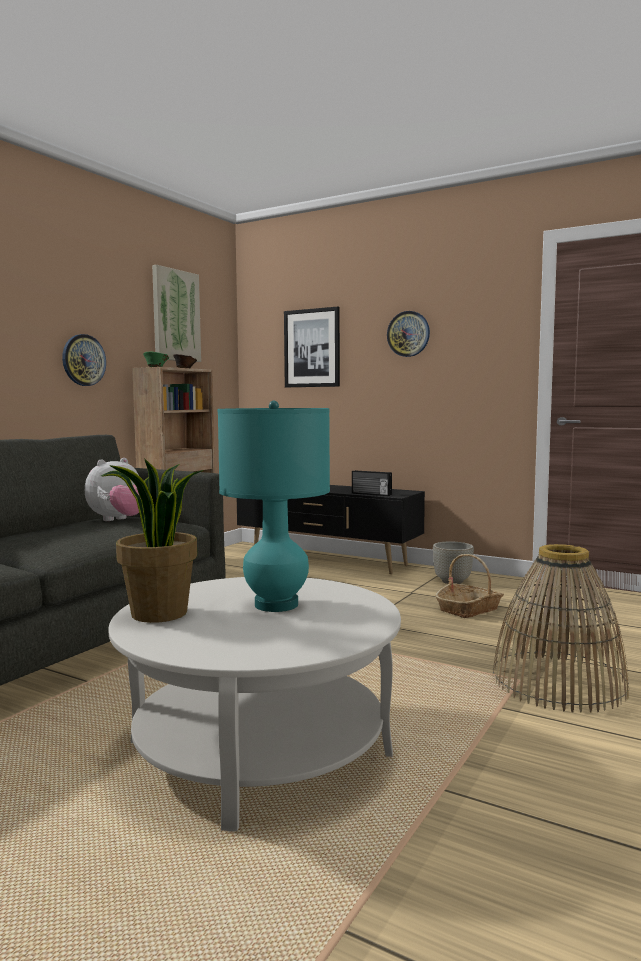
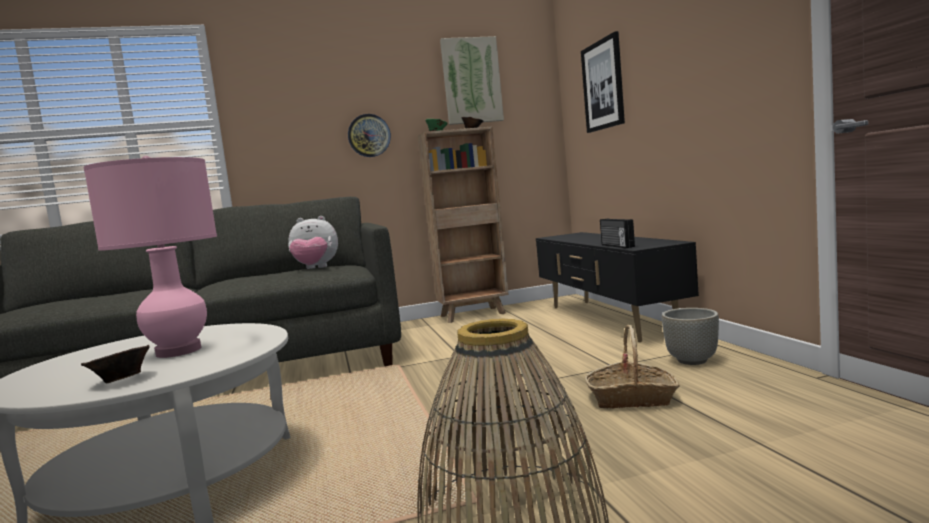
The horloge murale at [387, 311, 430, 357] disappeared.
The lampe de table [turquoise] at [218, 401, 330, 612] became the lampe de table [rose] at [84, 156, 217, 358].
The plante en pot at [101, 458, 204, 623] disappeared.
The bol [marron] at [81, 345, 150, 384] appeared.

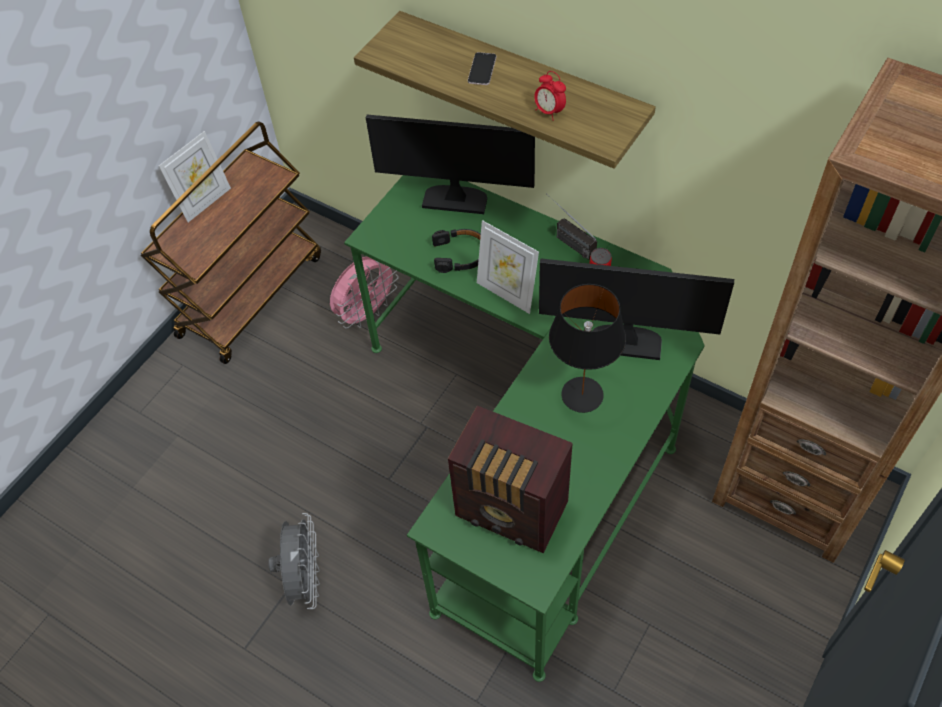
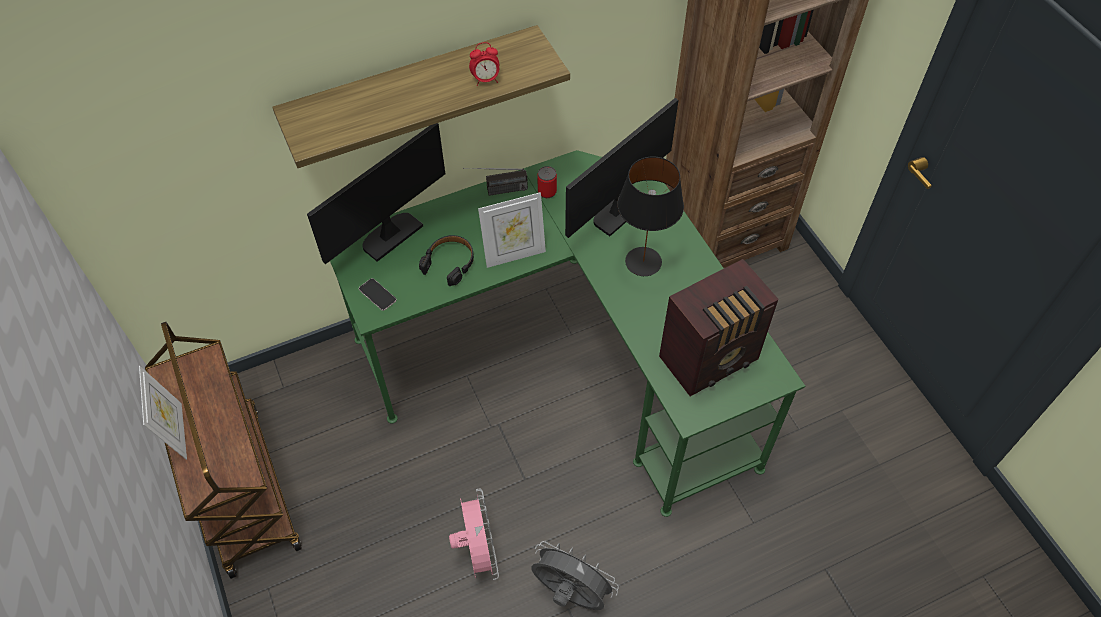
The téléphone moved from [468, 52, 496, 85] to [359, 278, 397, 311].
The ventilateur [rose] moved from [330, 256, 399, 329] to [449, 489, 499, 580].

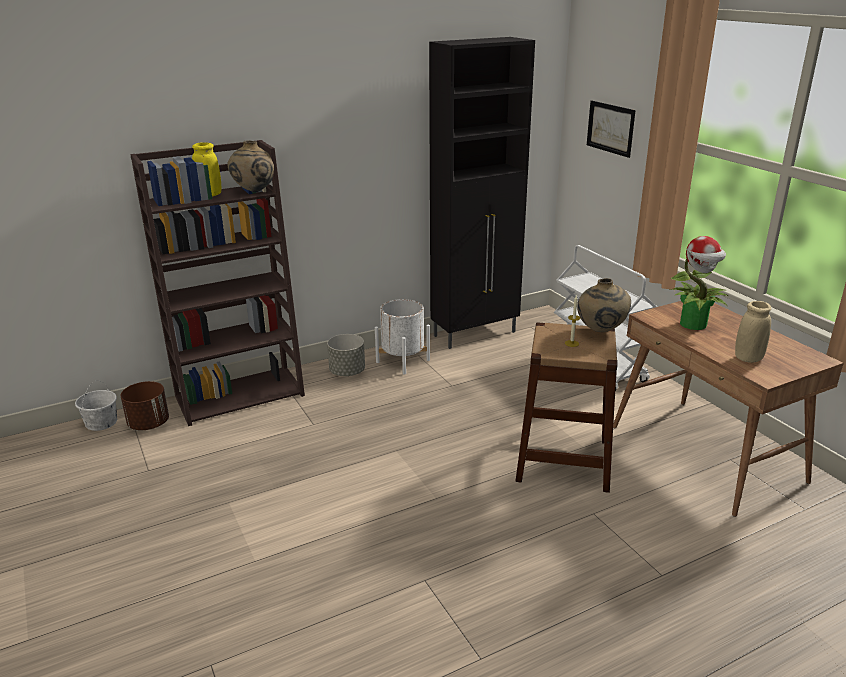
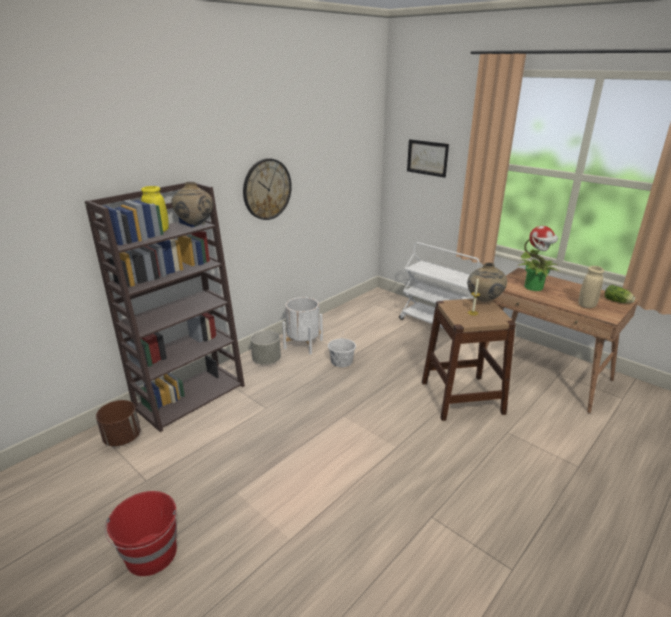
The meuble de rangement [noir] at [429, 37, 535, 349] disappeared.
The seau [blanc] moved from [75, 381, 117, 431] to [328, 332, 356, 367].
The horloge murale at [243, 158, 292, 220] appeared.
The laitue at [605, 285, 635, 303] appeared.
The seau [rouge] at [104, 491, 177, 576] appeared.

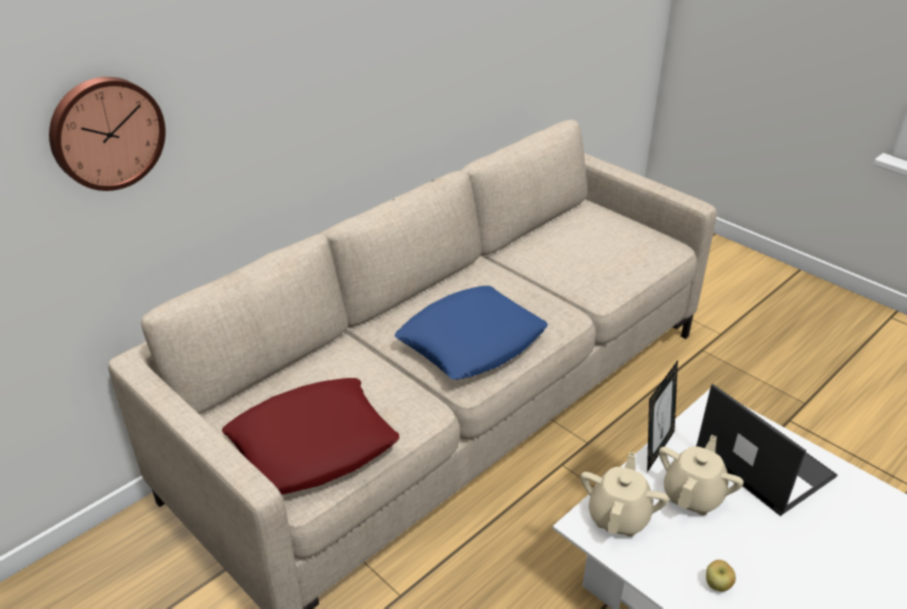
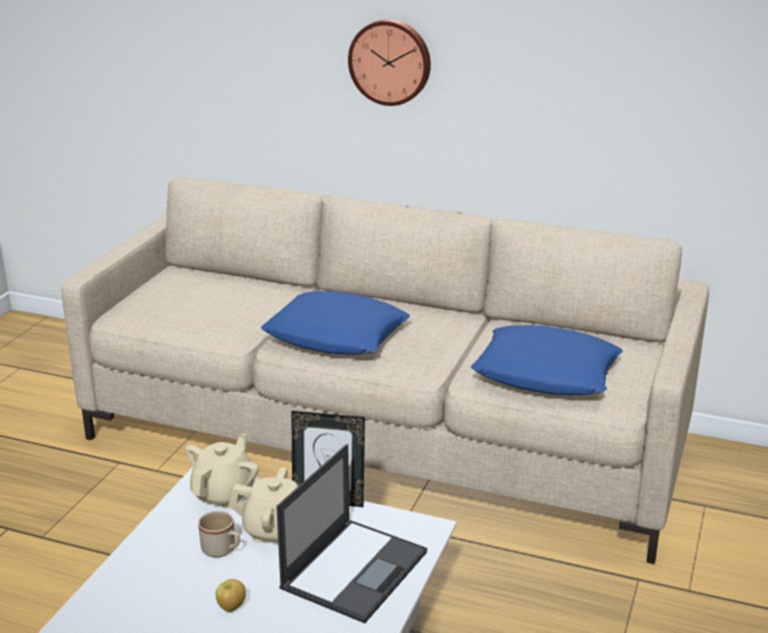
The horloge murale moved from [49, 77, 166, 191] to [348, 19, 431, 106].
The coussin [rouge] at [222, 378, 399, 495] disappeared.
The théière [beige] at [581, 452, 669, 537] turned 60 degrees counterclockwise.
The pomme moved from [706, 560, 736, 592] to [216, 579, 246, 612].
The coussin [bleu] at [471, 325, 623, 395] appeared.
The mug [beige] at [198, 511, 240, 558] appeared.

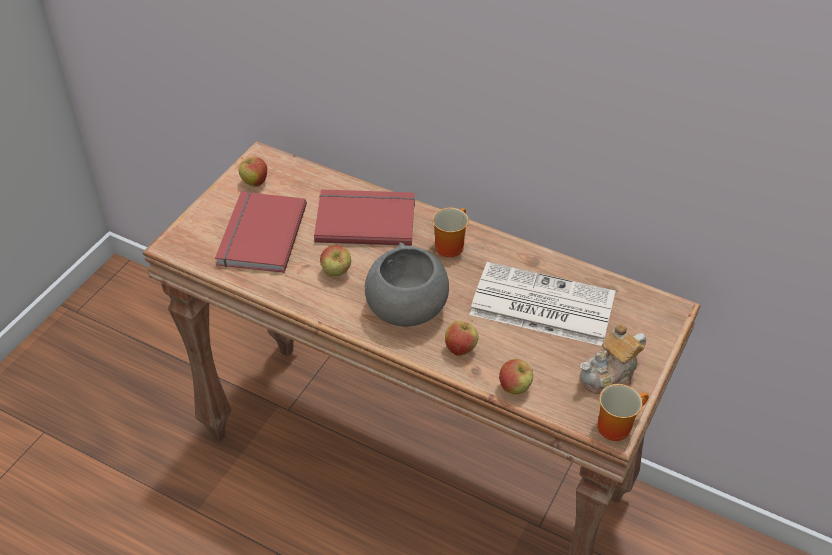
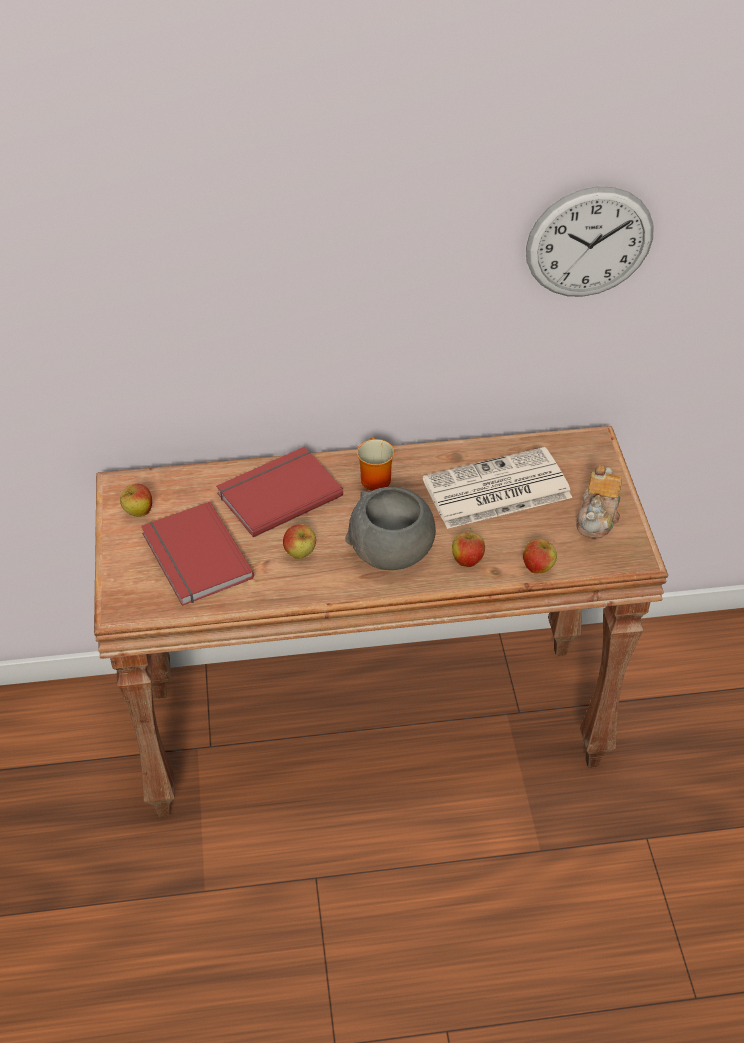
The mug at [597, 384, 649, 441] disappeared.
The horloge murale at [526, 186, 654, 297] appeared.

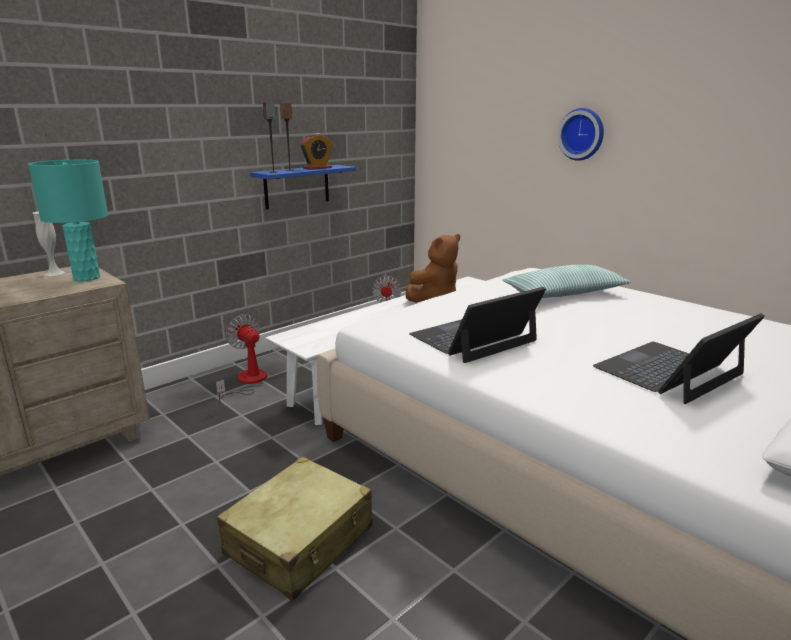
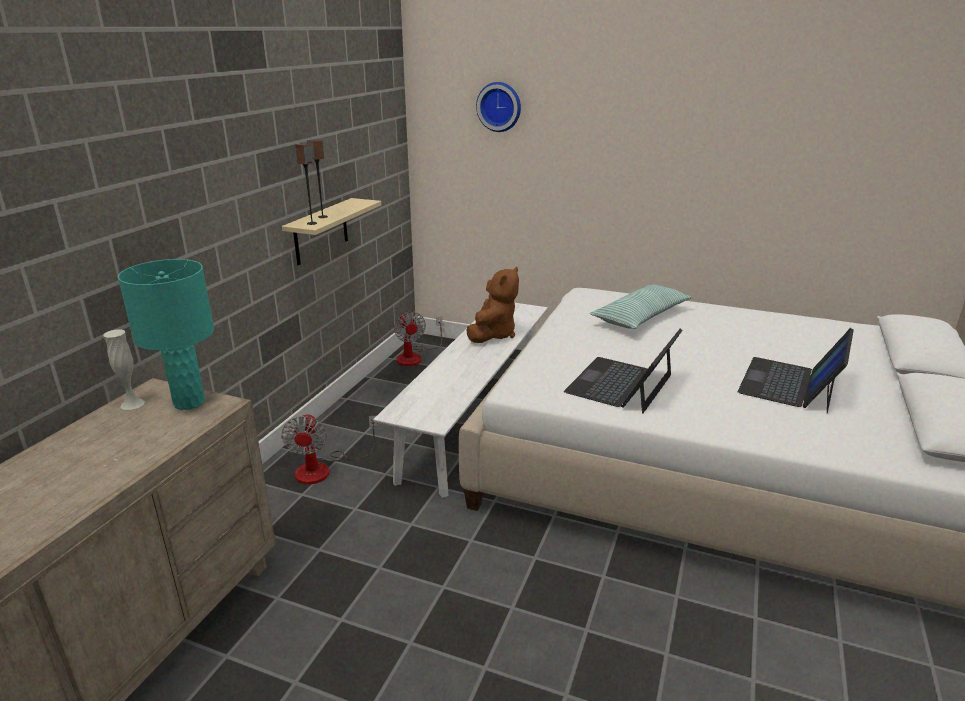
The horloge murale moved from [557, 108, 604, 161] to [476, 82, 521, 132].
The réveil at [300, 134, 333, 170] disappeared.
The étagère [bleu] at [250, 165, 356, 210] became the étagère [beige] at [282, 198, 381, 265].
The ventilateur at [216, 314, 267, 405] turned 120 degrees counterclockwise.
The valise [beige] at [217, 457, 373, 601] disappeared.

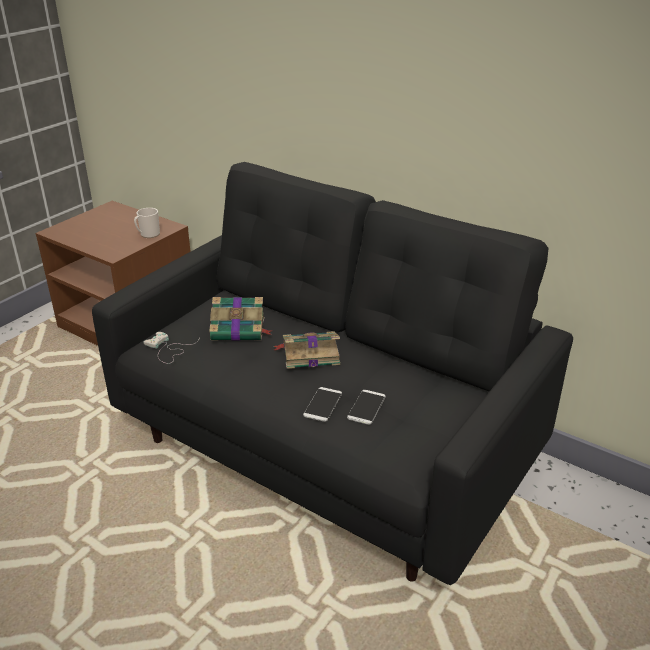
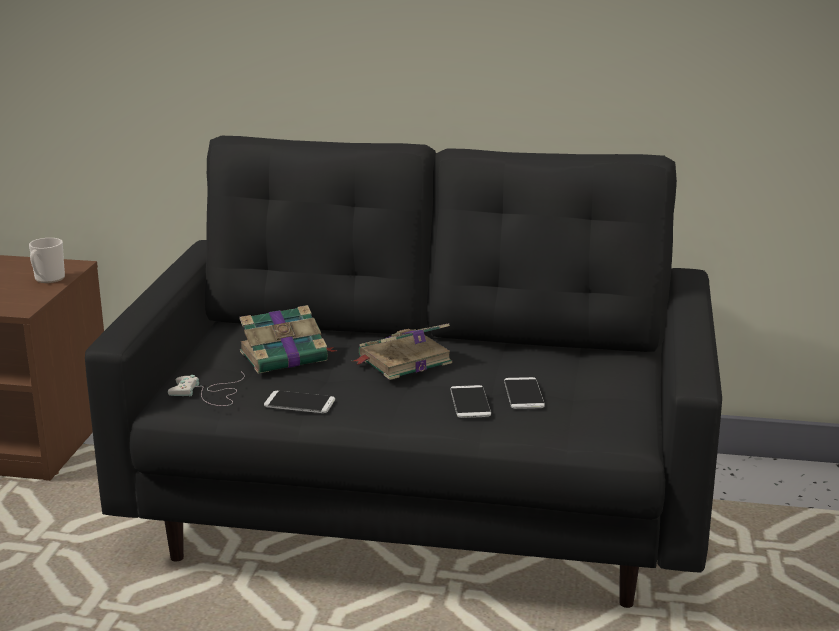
The téléphone at [264, 391, 335, 413] appeared.

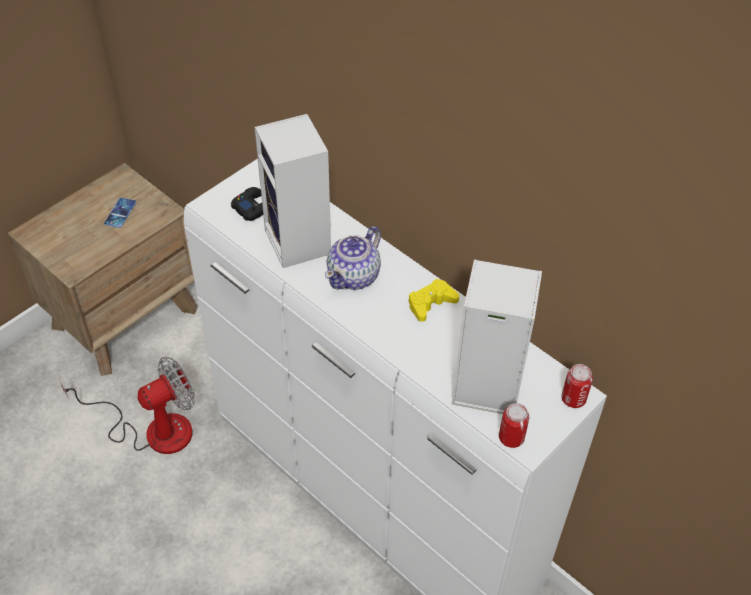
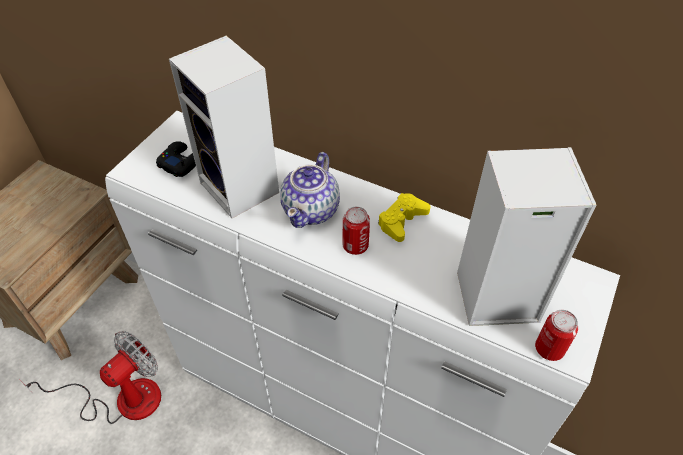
The téléphone at [104, 197, 136, 228] disappeared.
The boîte métallique moved from [561, 364, 593, 408] to [343, 207, 370, 255].

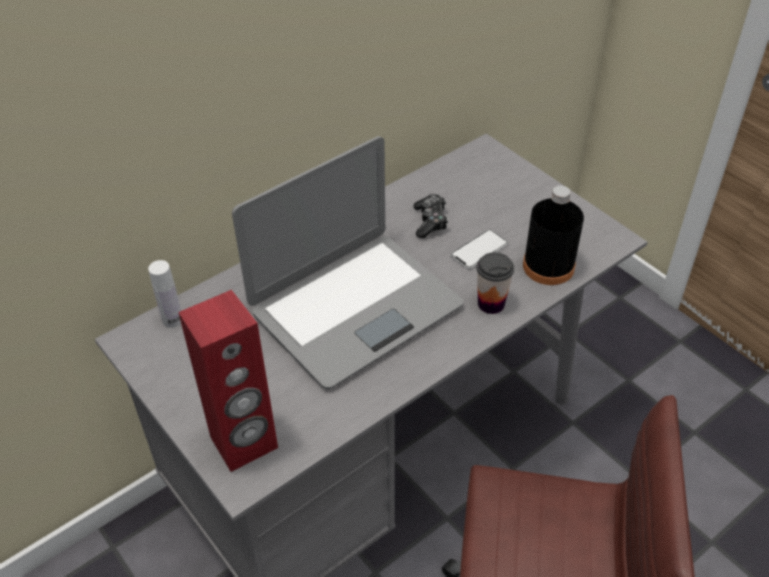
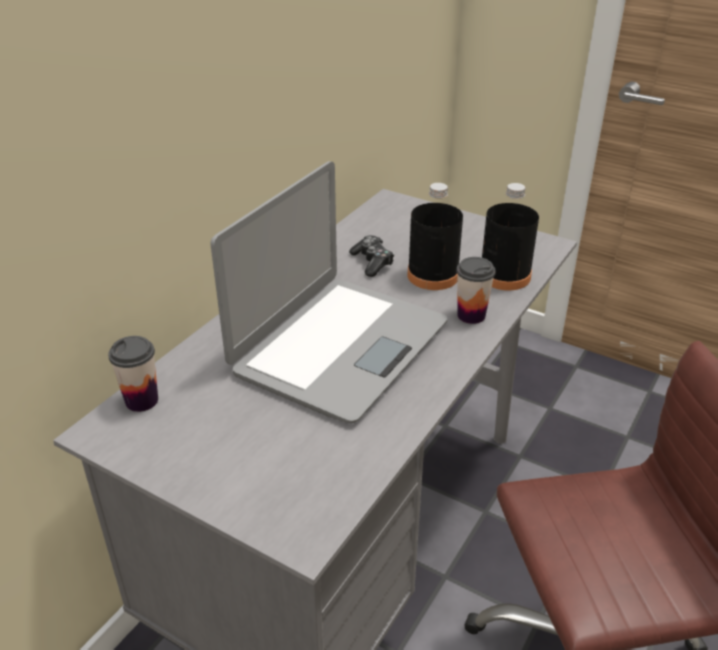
The téléphone at [450, 229, 508, 269] was replaced by the bouteille [noir] at [407, 183, 463, 290].
The bouteille [blanc] at [148, 260, 181, 328] was replaced by the tasse at [108, 336, 158, 412].
The enceinte [rouge] at [178, 290, 278, 472] disappeared.

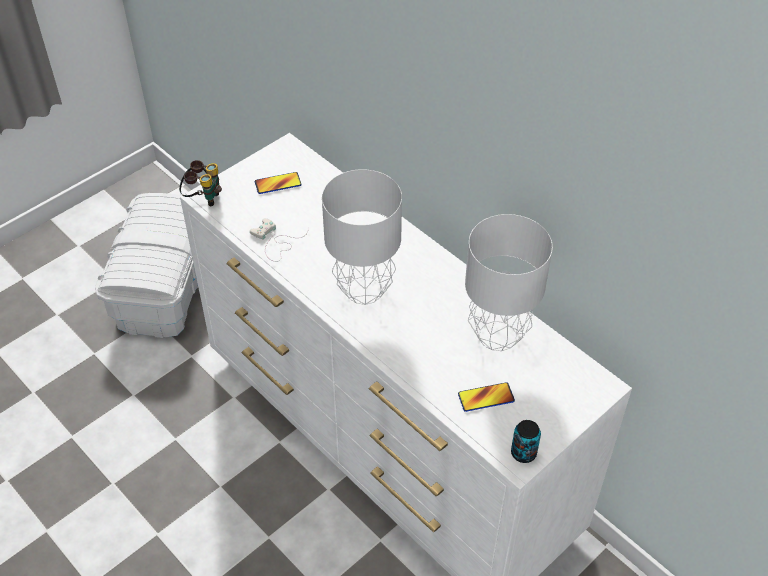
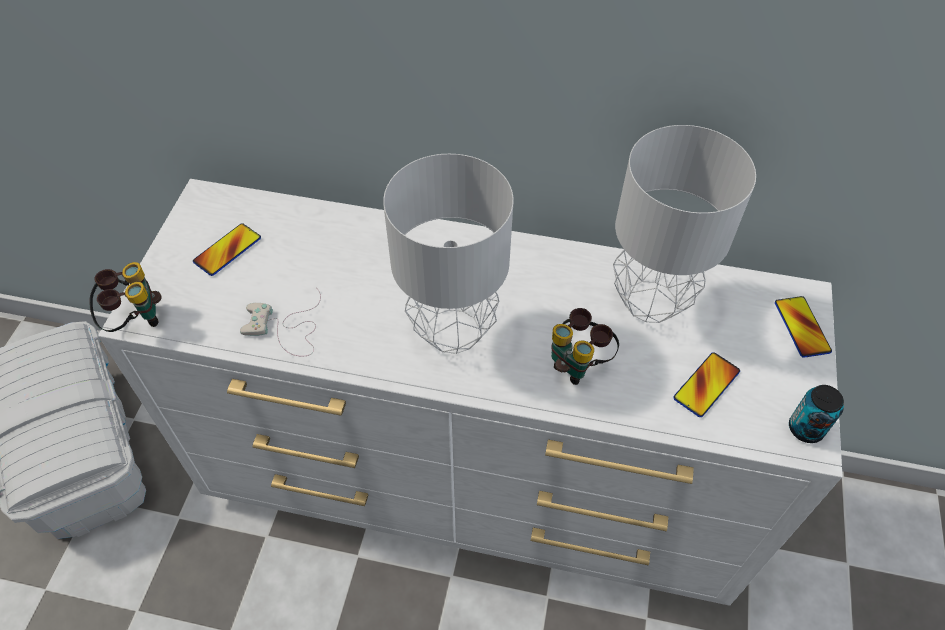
The téléphone at [775, 296, 832, 358] appeared.
The jumelles at [551, 308, 619, 385] appeared.

